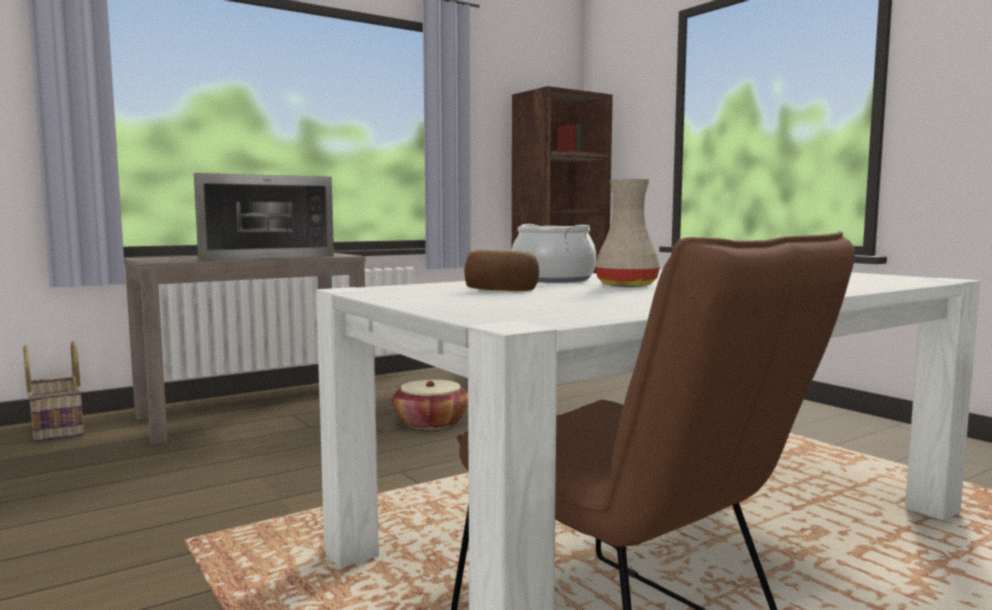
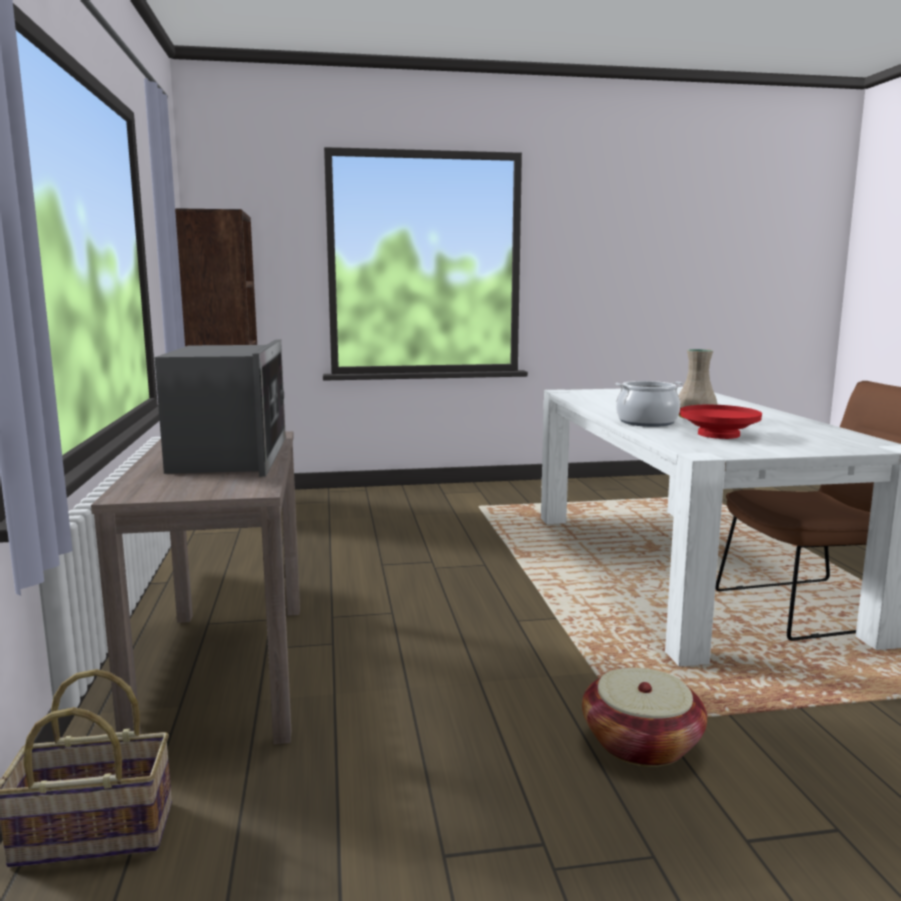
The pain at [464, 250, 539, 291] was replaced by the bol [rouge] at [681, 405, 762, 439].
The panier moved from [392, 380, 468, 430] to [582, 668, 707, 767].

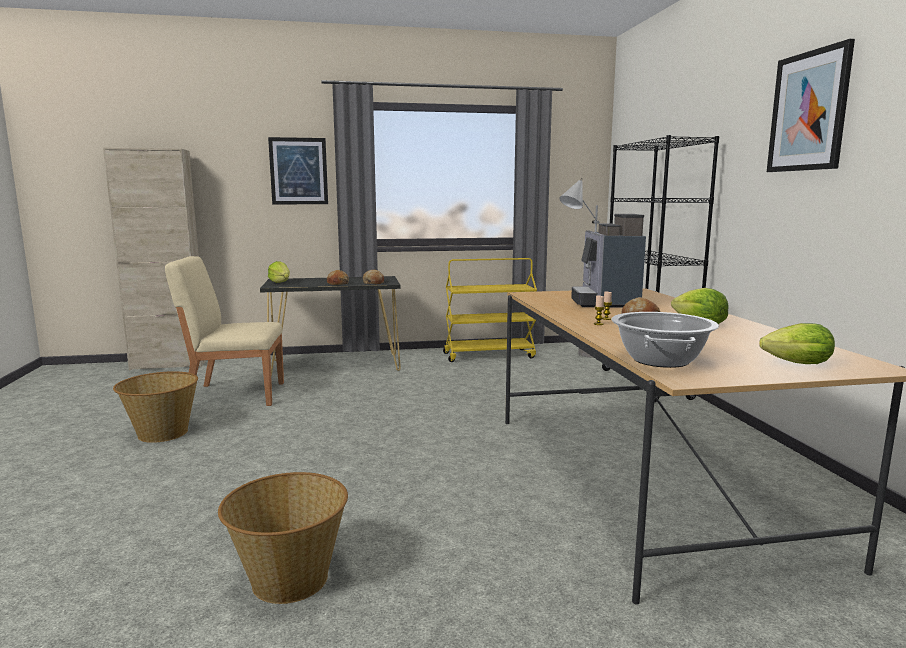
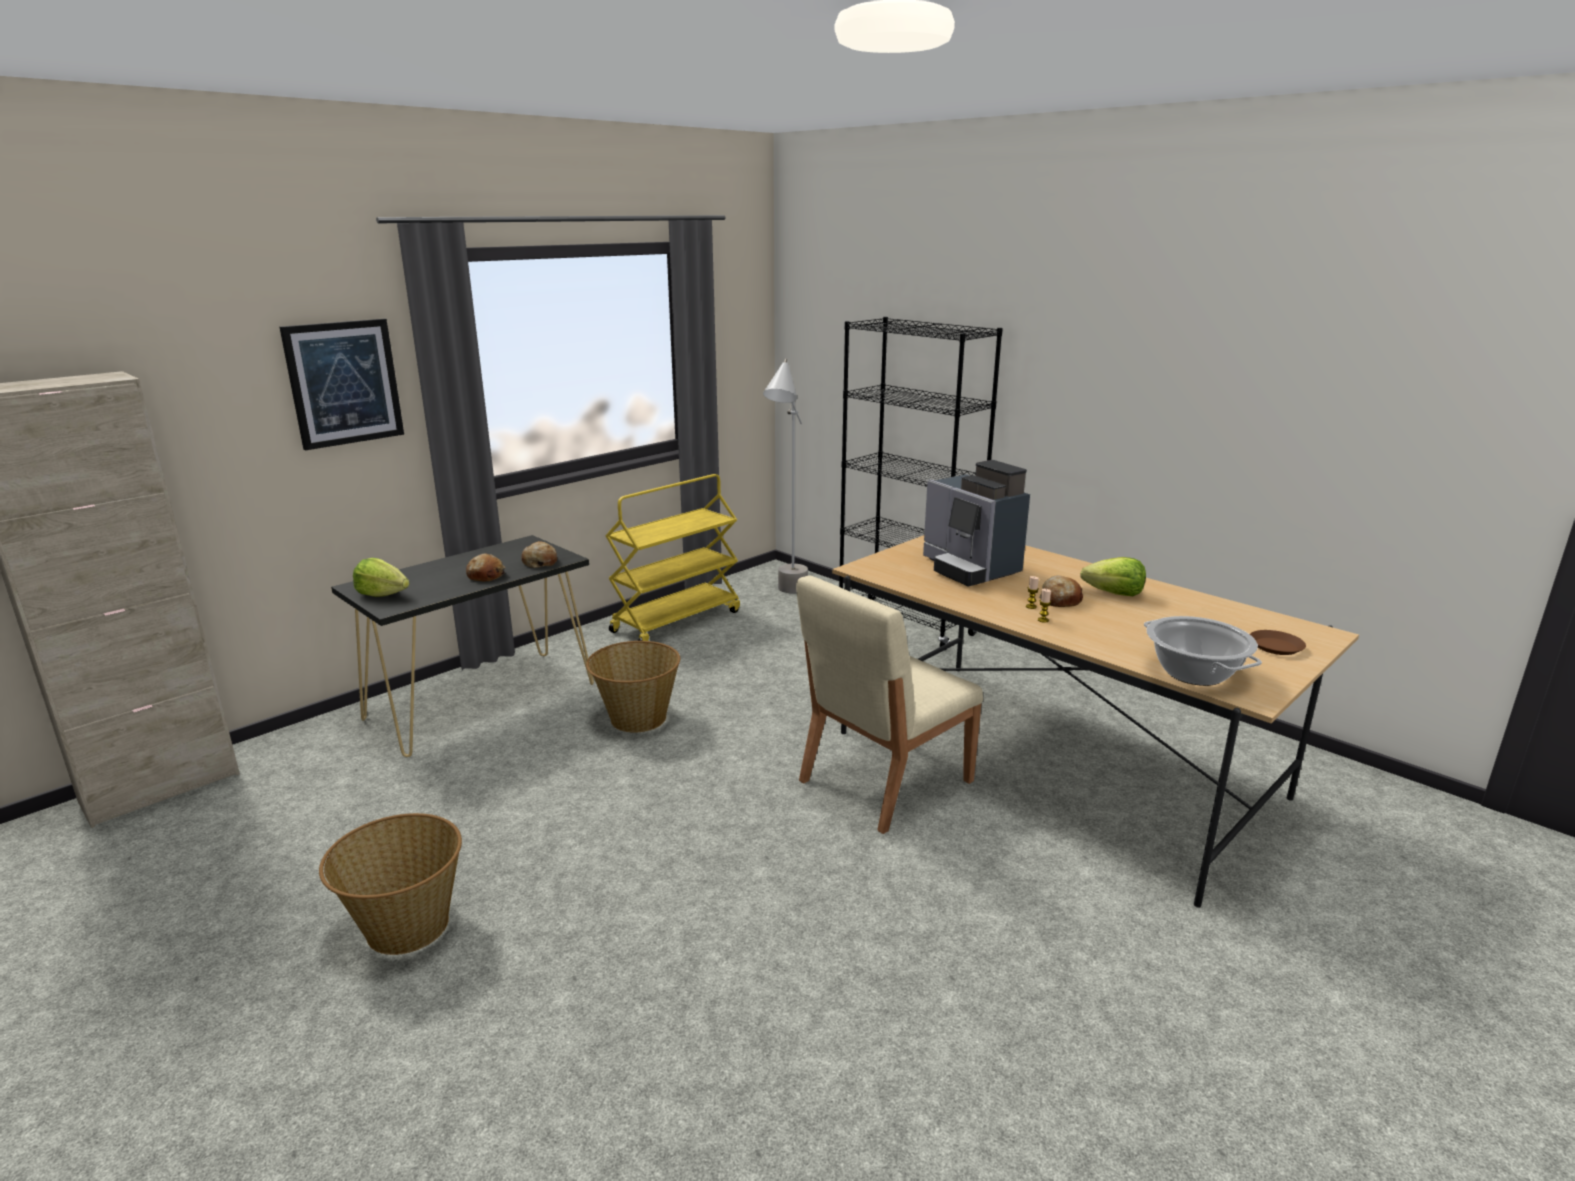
The tableau at [767, 39, 855, 172] disappeared.
The chaise [beige] moved from [165, 256, 284, 406] to [796, 575, 983, 834].
The laitue at [759, 323, 835, 364] was replaced by the assiette [marron] at [1250, 630, 1306, 655].
The panier moved from [218, 472, 348, 604] to [586, 641, 680, 732].

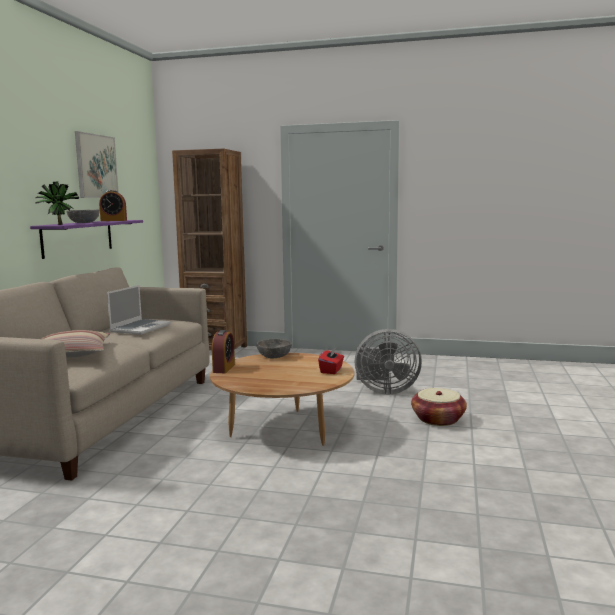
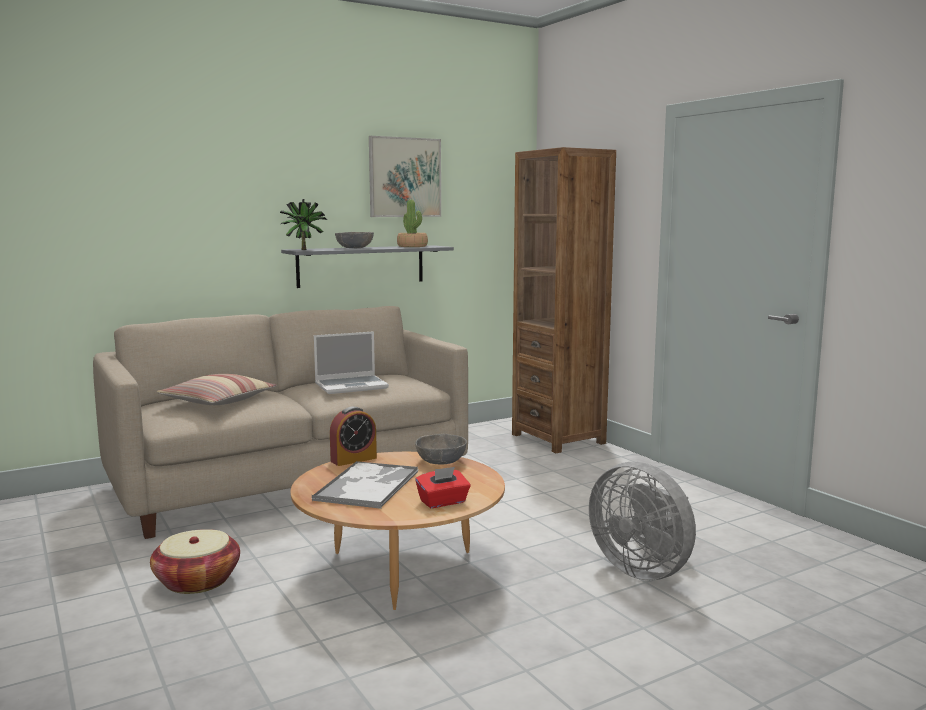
The réveil at [99, 190, 127, 221] was replaced by the plante en pot at [397, 200, 428, 247].
The étagère [violet] at [30, 220, 143, 259] became the étagère [gris] at [281, 245, 454, 288].
The panier moved from [411, 388, 467, 426] to [150, 529, 240, 594].
The plateau at [312, 461, 418, 509] appeared.

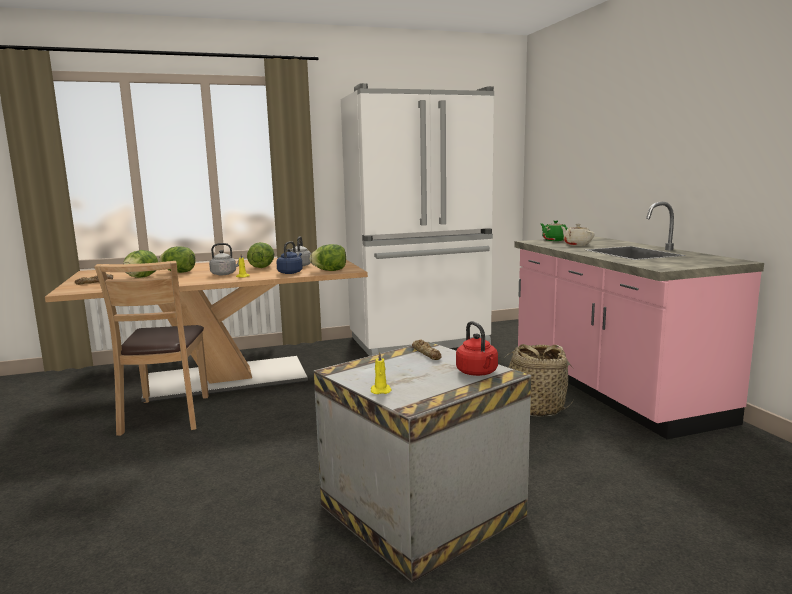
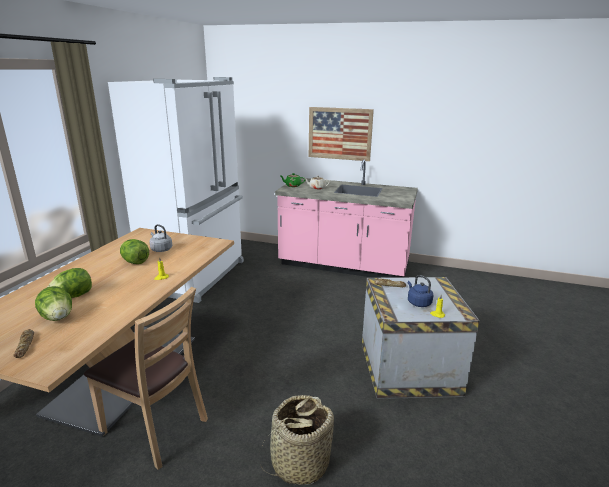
The bouilloire [bleu] moved from [276, 241, 303, 274] to [408, 275, 433, 307].
The bouilloire [gris] at [209, 243, 243, 275] disappeared.
The laitue at [310, 244, 346, 271] disappeared.
The bouilloire [rouge] at [456, 321, 498, 376] disappeared.
The panier moved from [504, 344, 574, 417] to [259, 395, 334, 485].
The tableau at [309, 107, 374, 161] appeared.

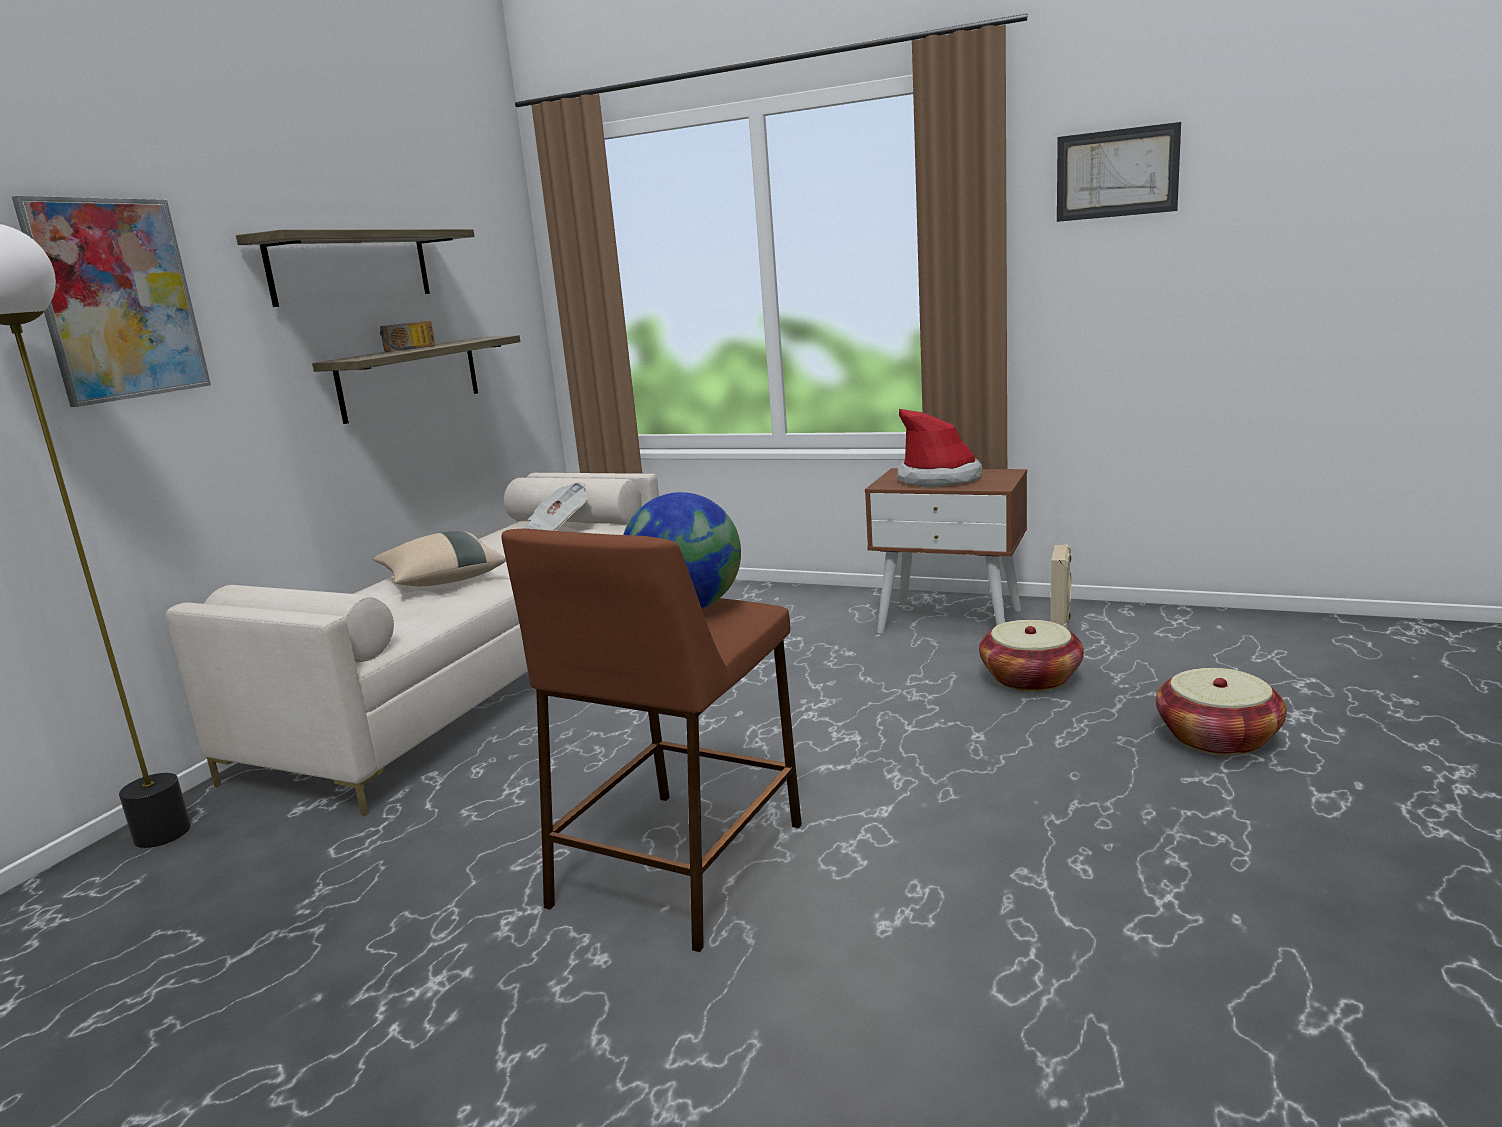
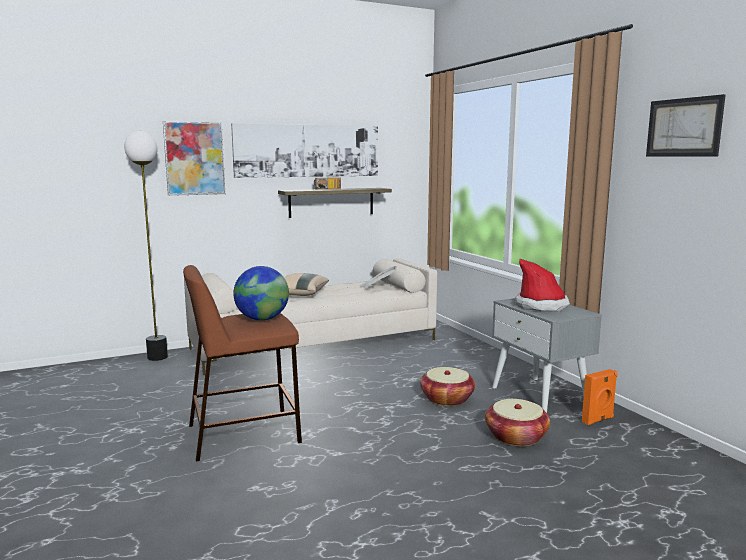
The étagère at [236, 229, 475, 307] was replaced by the tableau at [231, 123, 378, 178].
The table de chevet [marron] at [865, 468, 1027, 633] became the table de chevet [gris] at [492, 298, 602, 413].
The enceinte [beige] at [1051, 544, 1071, 628] became the enceinte [orange] at [582, 369, 617, 425].
The panier moved from [1156, 668, 1287, 756] to [420, 367, 475, 406].

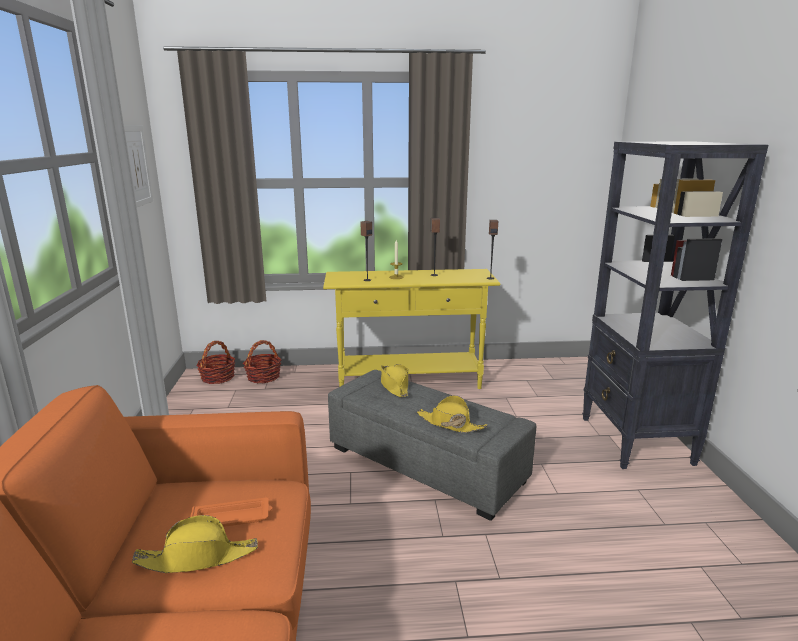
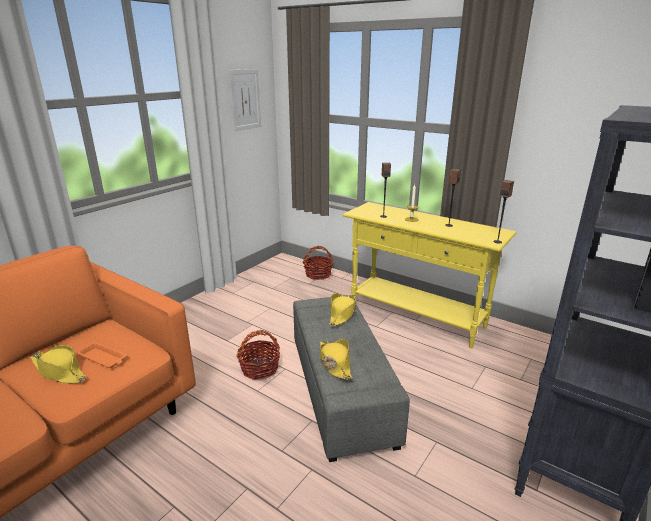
The panier moved from [196, 341, 236, 384] to [236, 330, 280, 380].

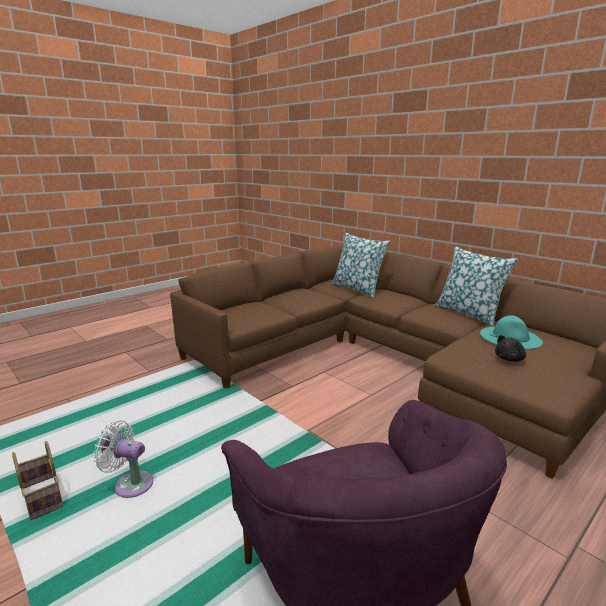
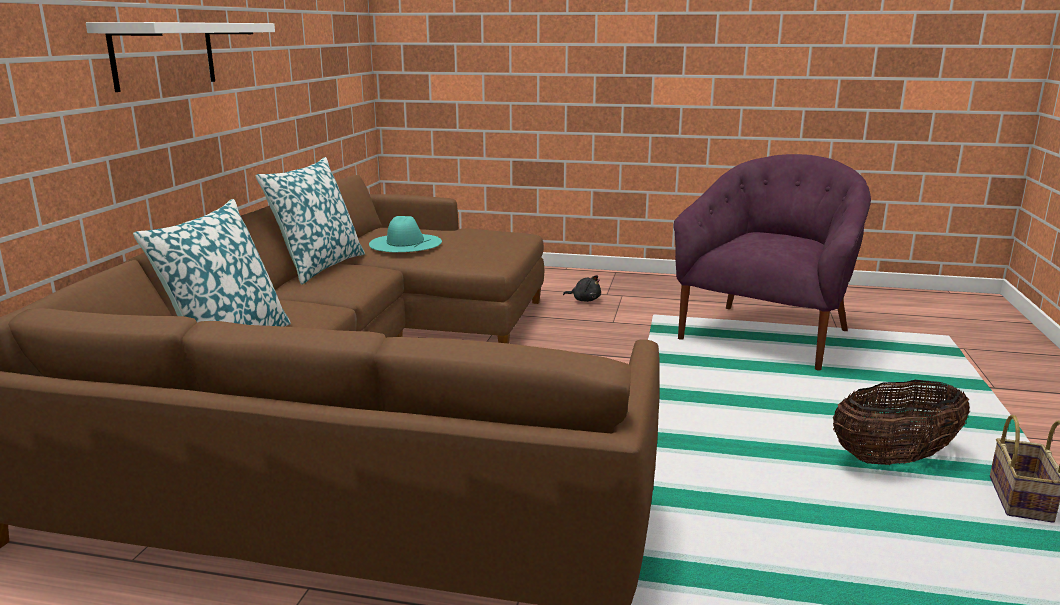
The peluche [noir] moved from [495, 335, 526, 362] to [563, 275, 601, 302].
The ventilateur [blanc] at [93, 420, 153, 498] was replaced by the panier at [833, 380, 970, 465].
The étagère [blanc] at [86, 22, 275, 92] appeared.

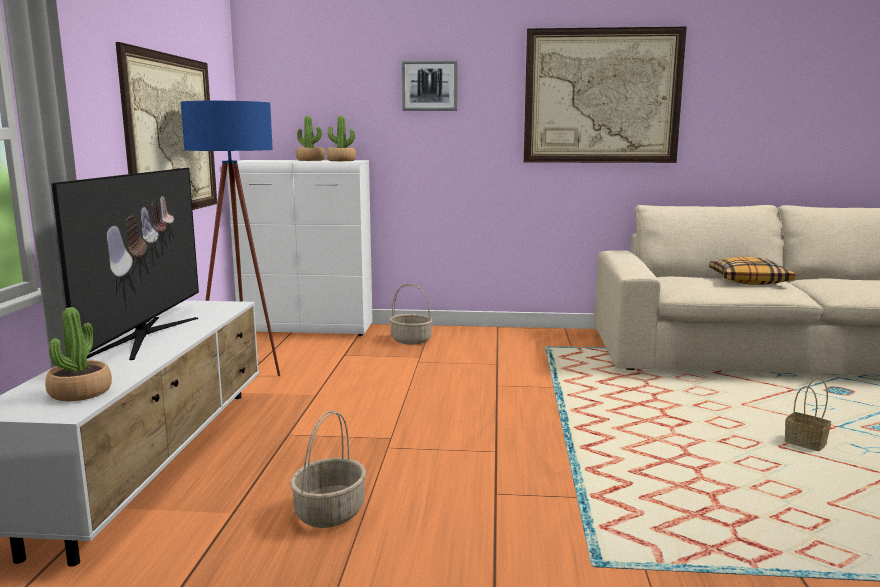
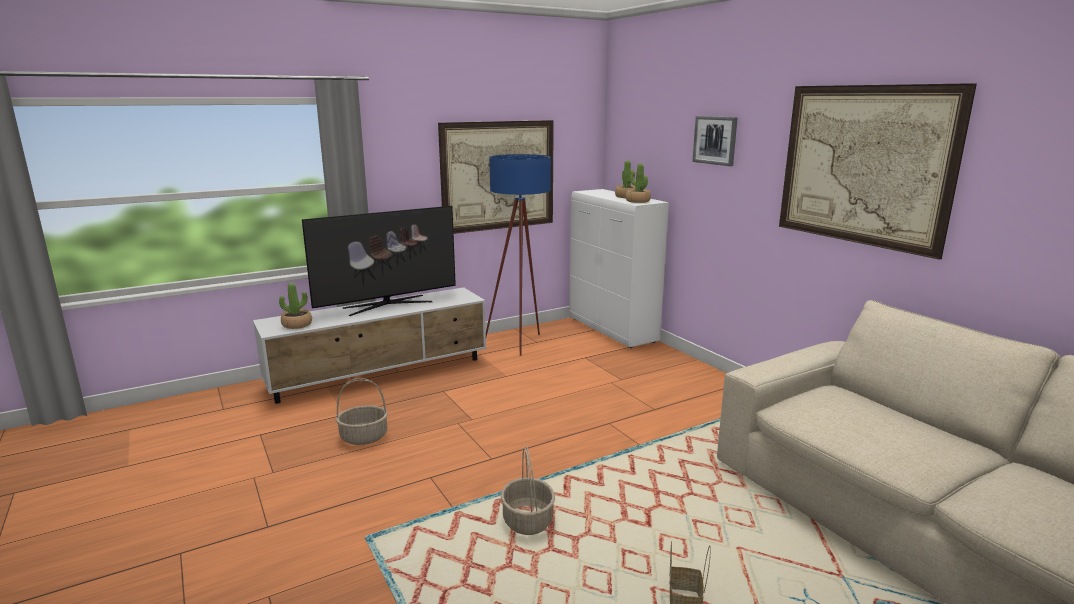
The coussin at [709, 257, 796, 285] disappeared.
The panier moved from [389, 283, 433, 345] to [501, 447, 555, 535].

